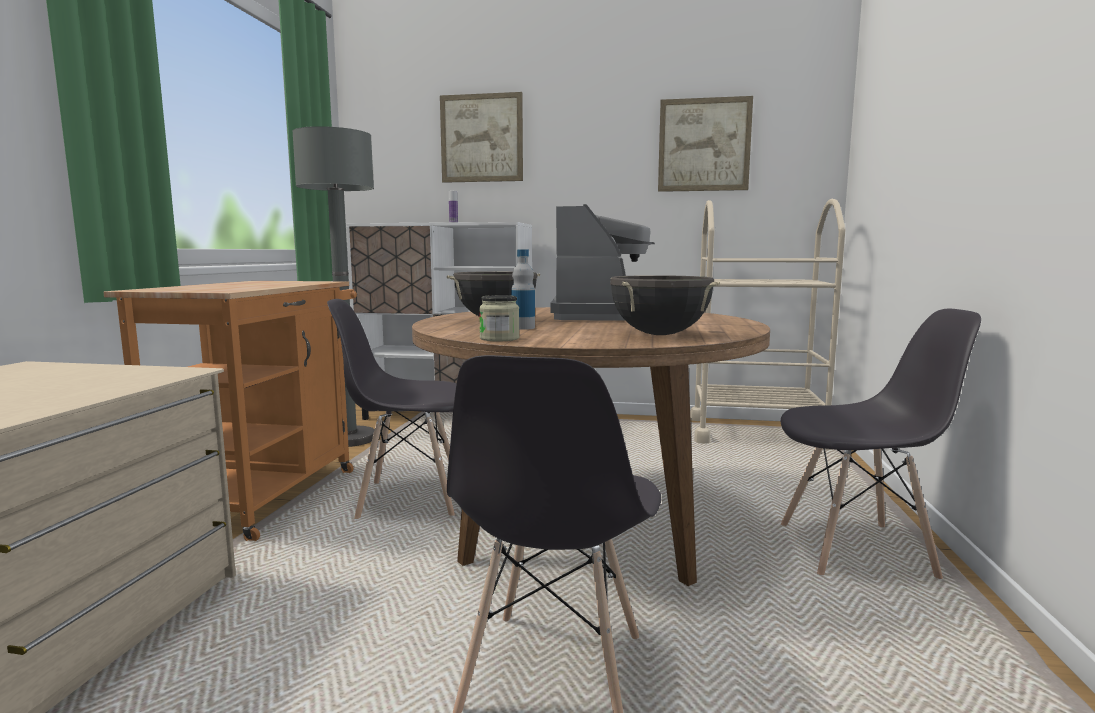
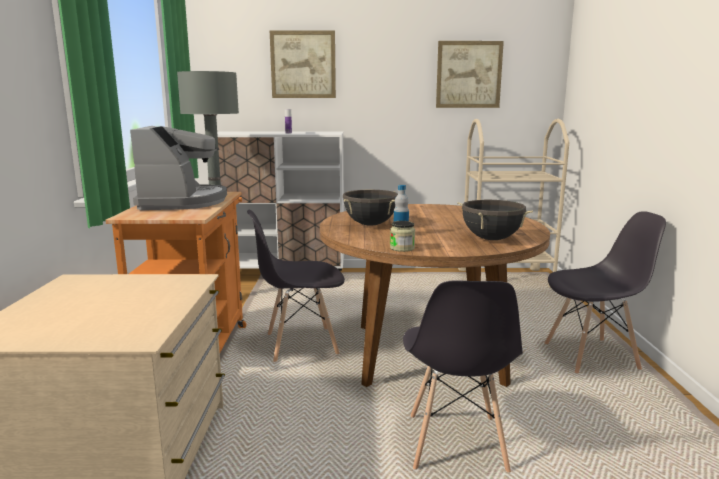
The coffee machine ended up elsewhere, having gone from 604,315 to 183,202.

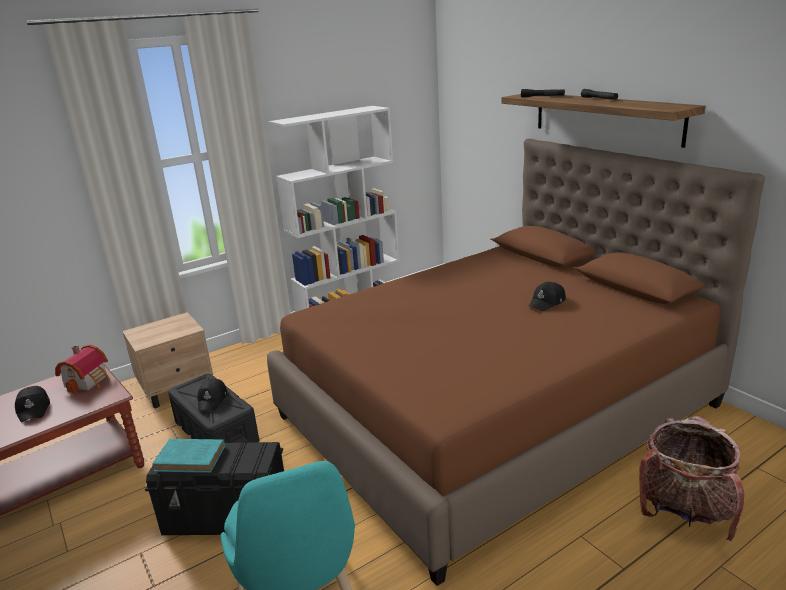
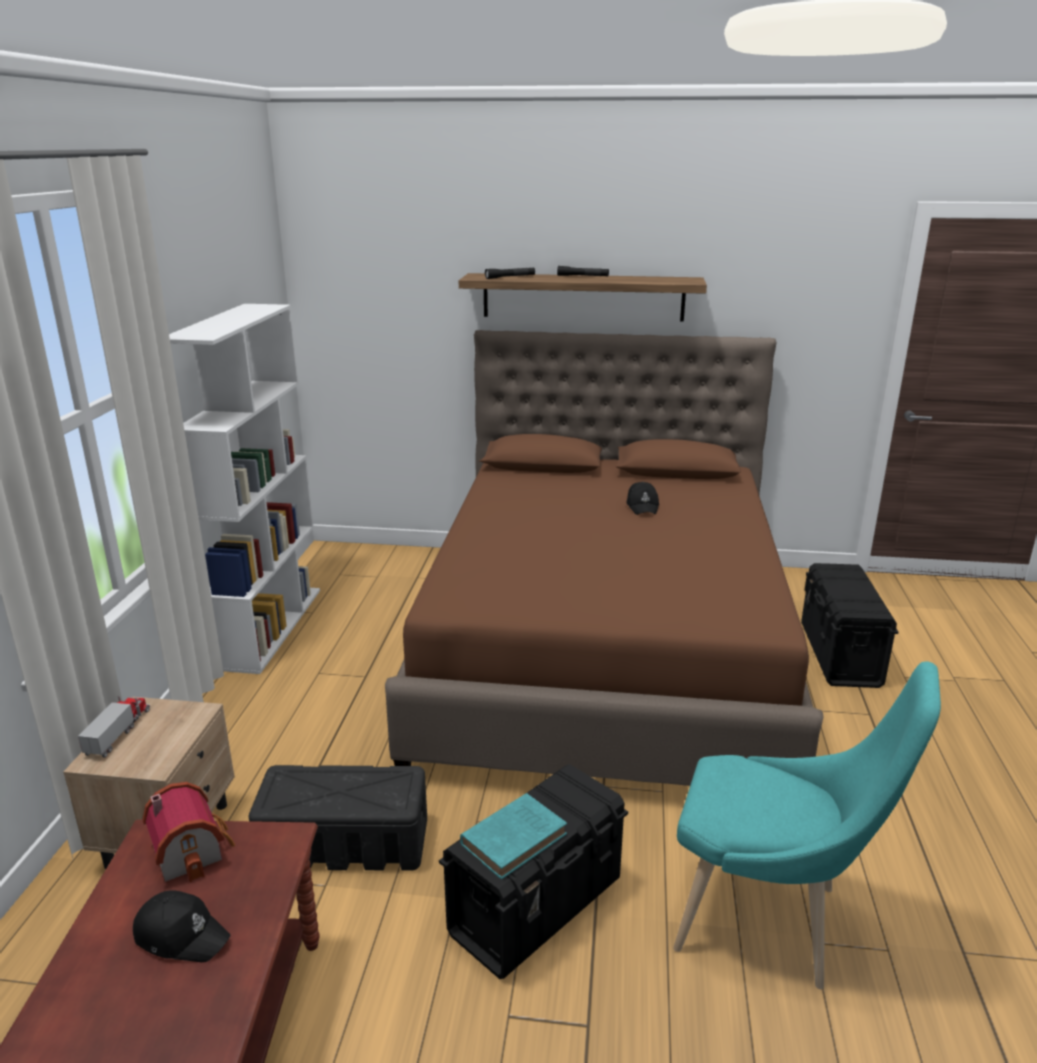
The second view lost the black cap at 213,399.
Where the backpack stood at 684,512, the black storage bin came to stand at 839,655.
The second view gained the model truck at 119,732.

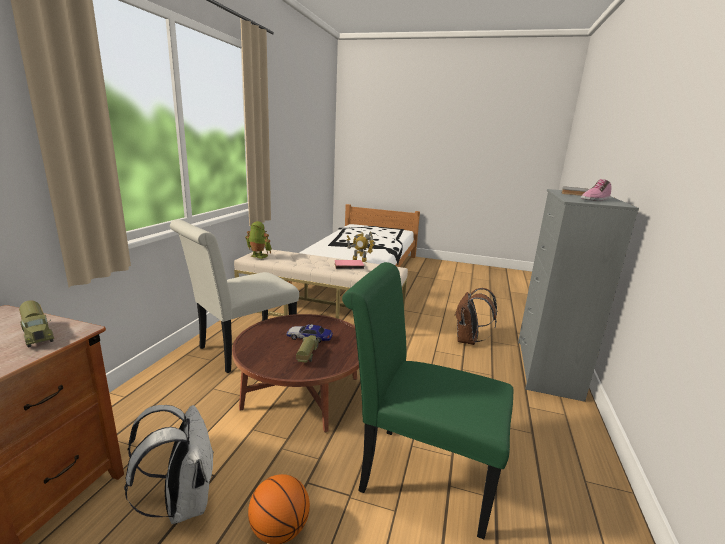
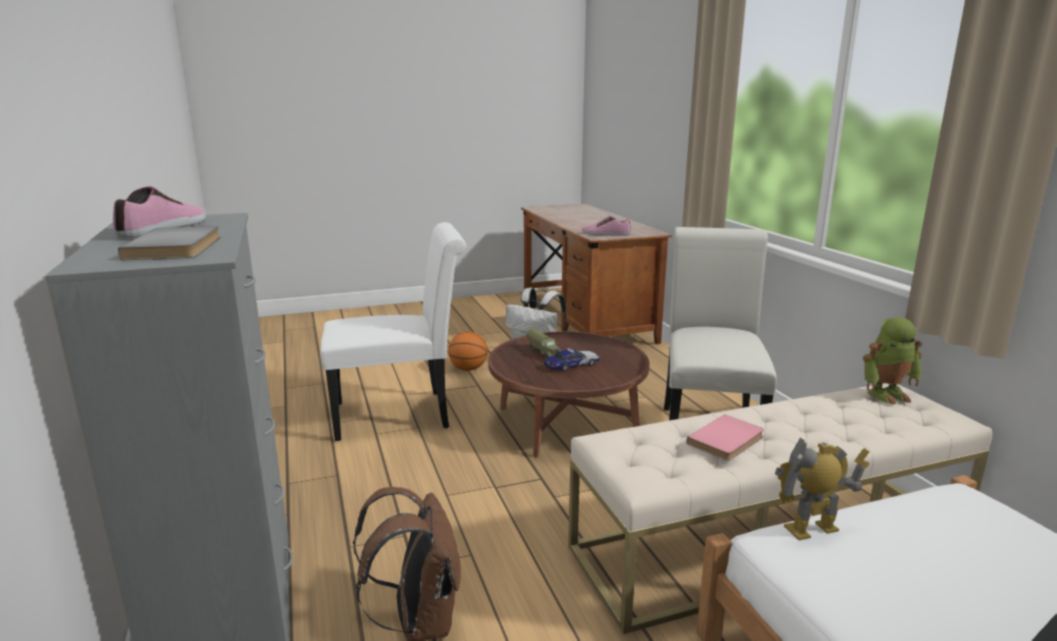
Where the model truck stood at 38,334, the shoe came to stand at 606,234.
What was the green chair at 418,473 turned into the whitish chair at 400,414.

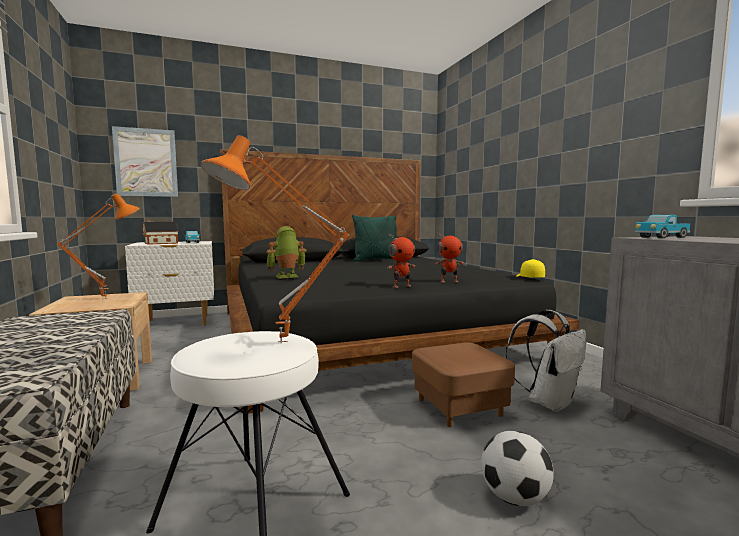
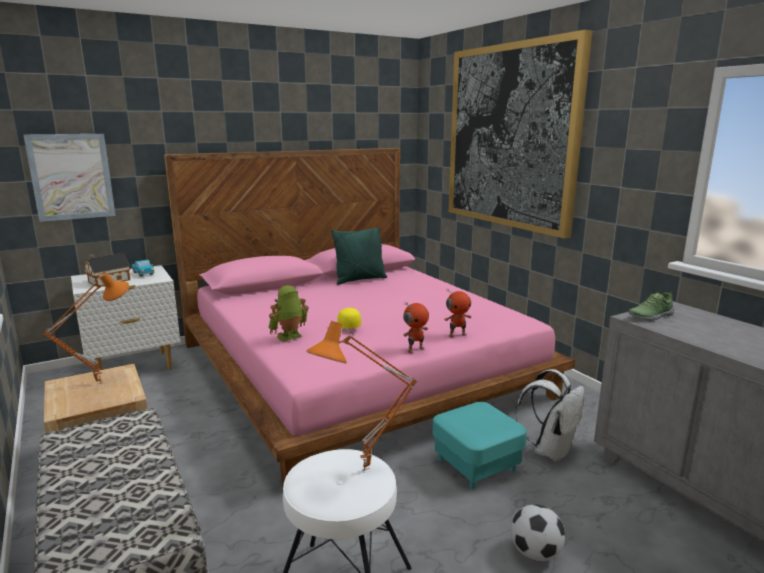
What was the black bedroom bed at 364,333 turned into the pinkish bedroom bed at 357,369.
What was the brown-coloured pouffe at 459,407 turned into the turquoise-coloured pouffe at 476,465.
The yellowish cap ended up elsewhere, having gone from 529,277 to 347,325.
Where the model truck stood at 661,237, the shoe came to stand at 650,316.
The second view gained the wall art at 511,137.

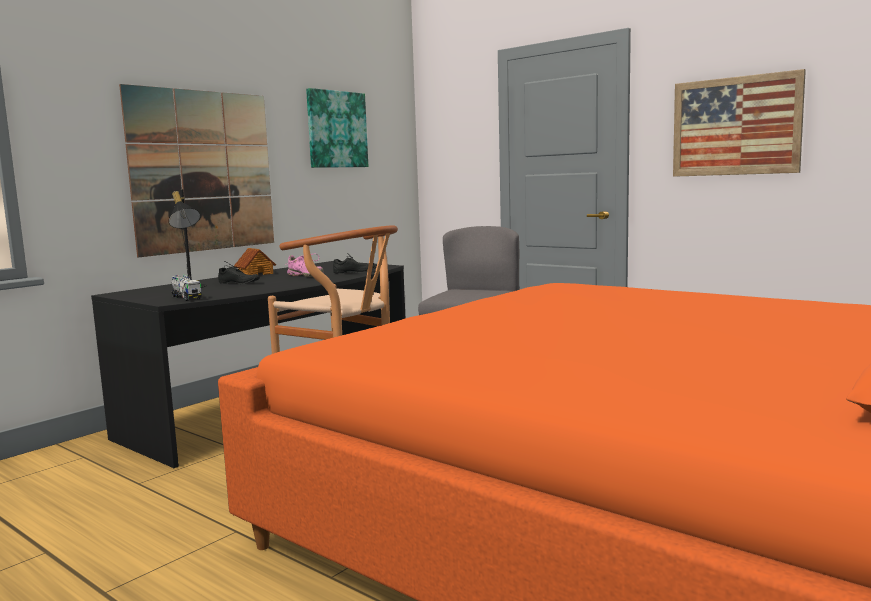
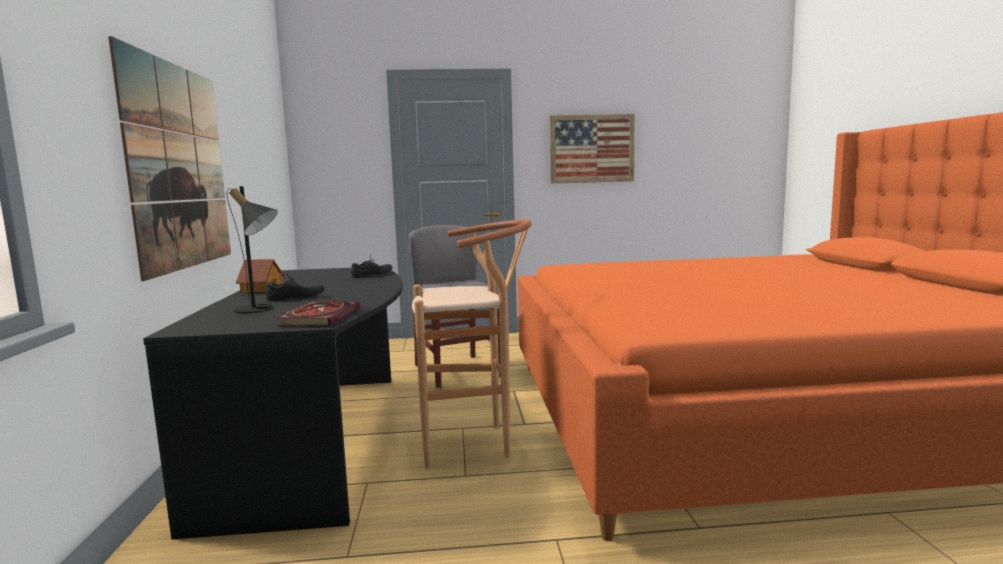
Where the model truck stood at 186,298, the volume came to stand at 320,317.
The second view lost the pinkish shoe at 305,275.
The second view lost the wall art at 336,129.

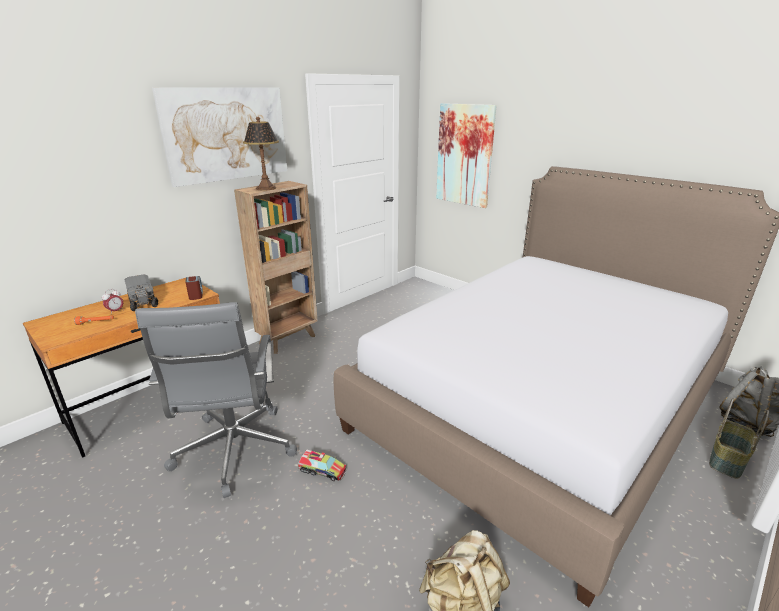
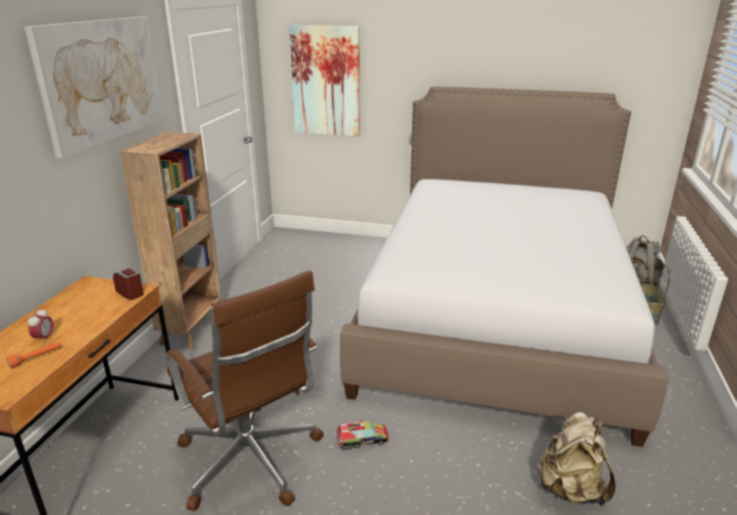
The second view lost the model truck at 143,302.
What was the grey desk chair at 234,452 turned into the brown-coloured desk chair at 251,461.
The second view lost the lamp for a table at 266,188.

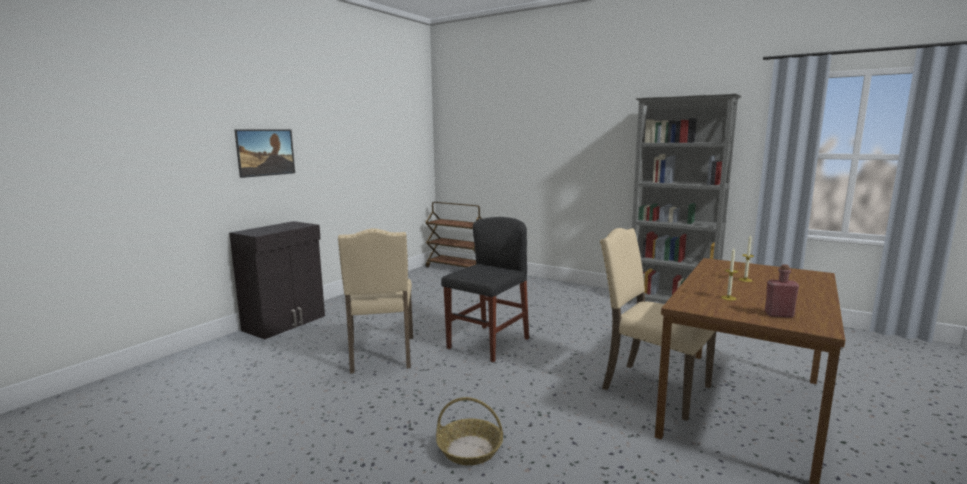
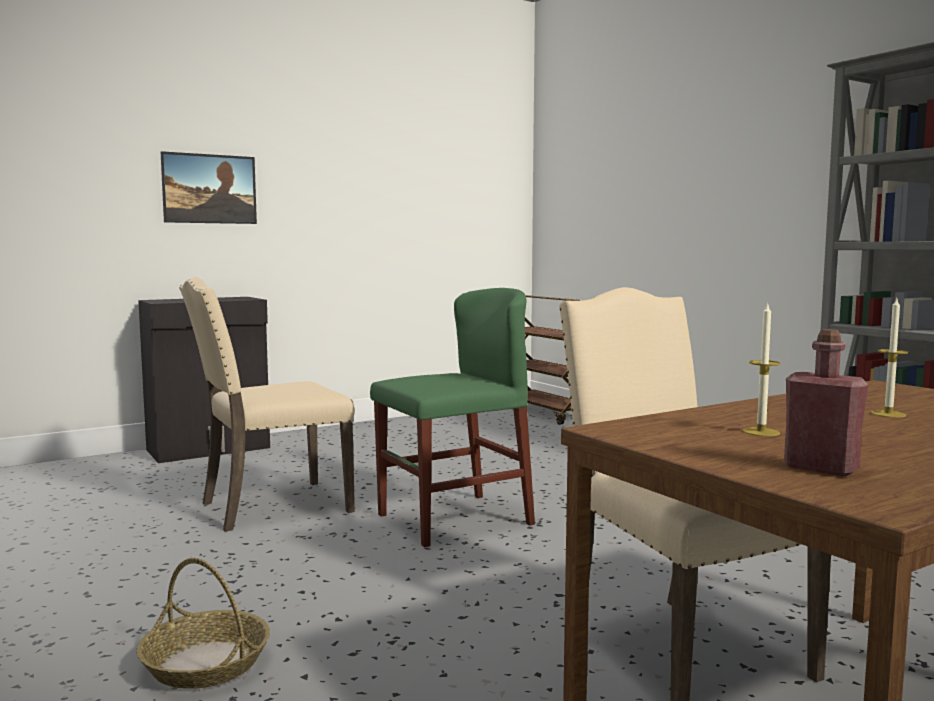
The sand-coloured chair at 381,355 ended up facing another way, 45 degrees clockwise from before.
What was the black chair at 488,343 turned into the green chair at 454,519.

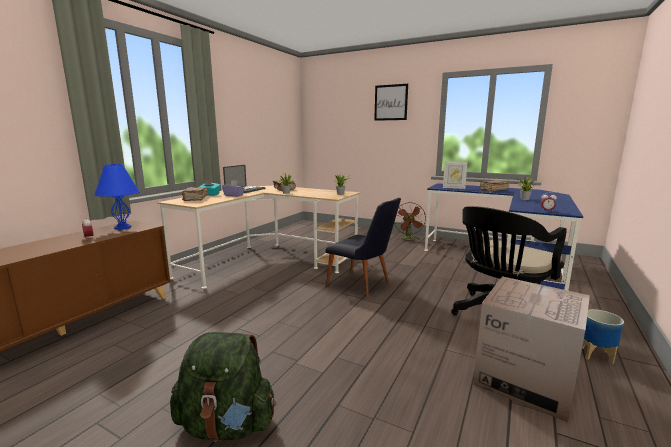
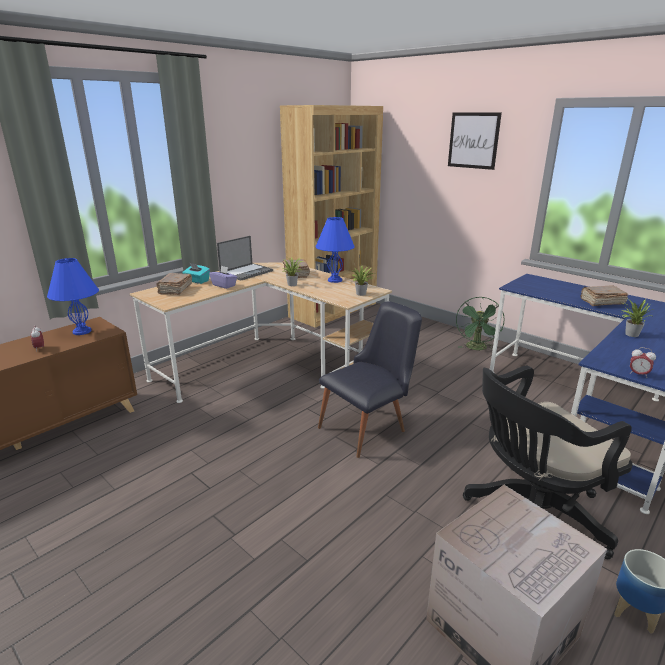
The second view lost the green backpack at 227,425.
The black chair at 363,285 ended up facing another way, 90 degrees counterclockwise from before.
What was the brown-coloured cooling fan at 409,239 turned into the green cooling fan at 477,348.
The second view lost the picture frame at 453,188.
The second view gained the brown-coloured bookshelf at 333,310.
The second view gained the blue-coloured lamp for a table at 335,280.

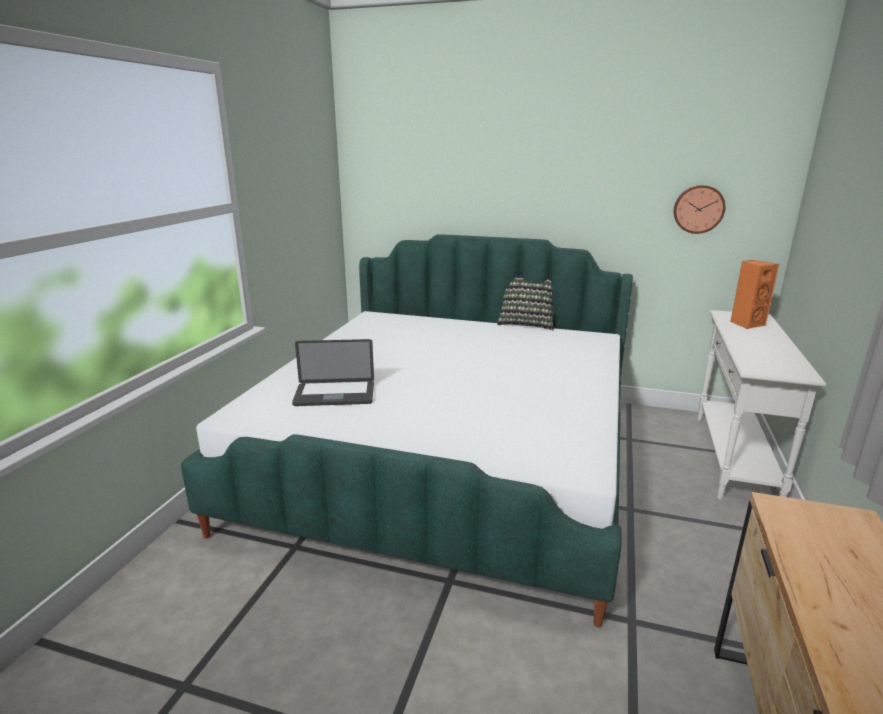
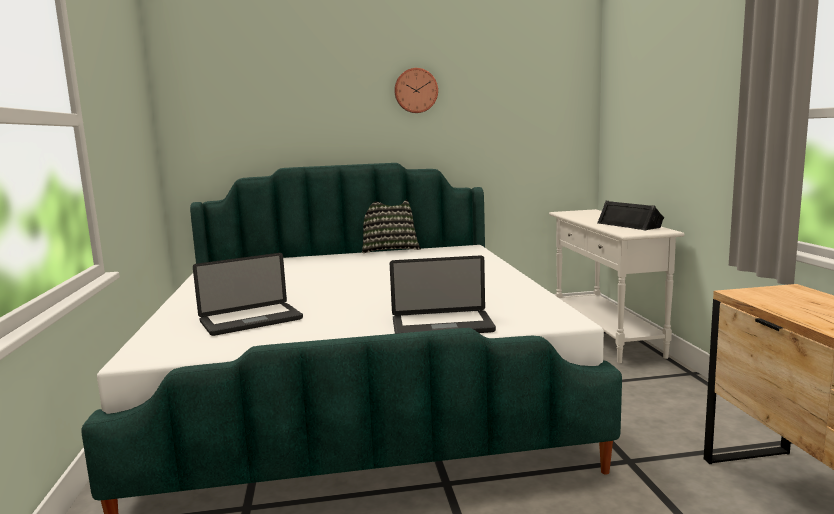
The wall clock ended up elsewhere, having gone from 698,209 to 415,90.
The second view lost the orange-coloured speaker at 746,324.
The second view gained the portable computer at 442,326.
The second view gained the black speaker at 630,225.

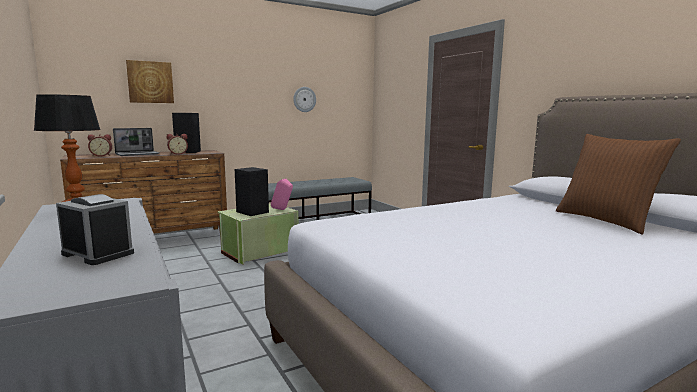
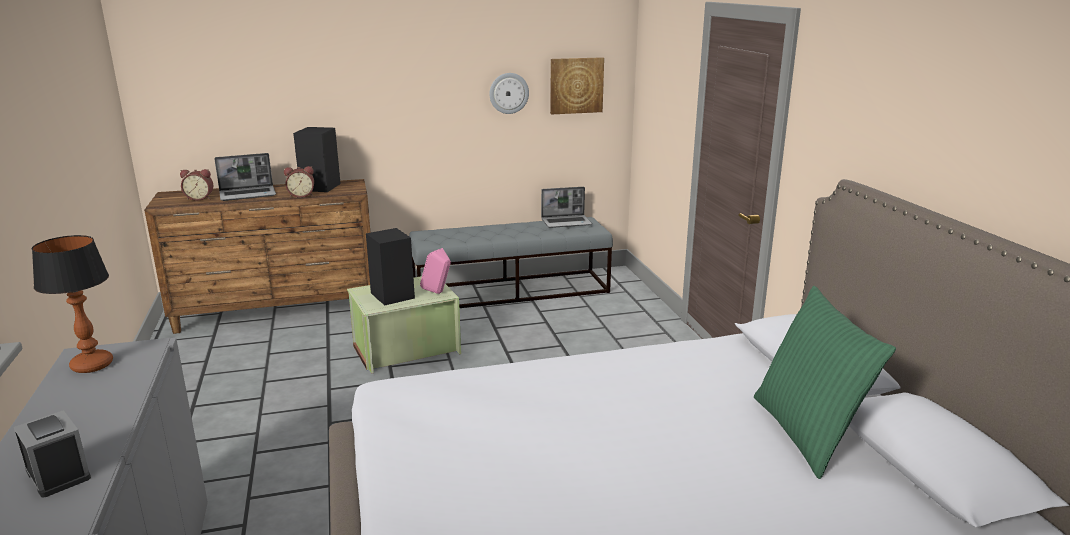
The wall art ended up elsewhere, having gone from 150,82 to 576,85.
What was the brown-coloured pillow at 606,221 turned into the green pillow at 807,433.
The second view gained the portable computer at 566,222.

